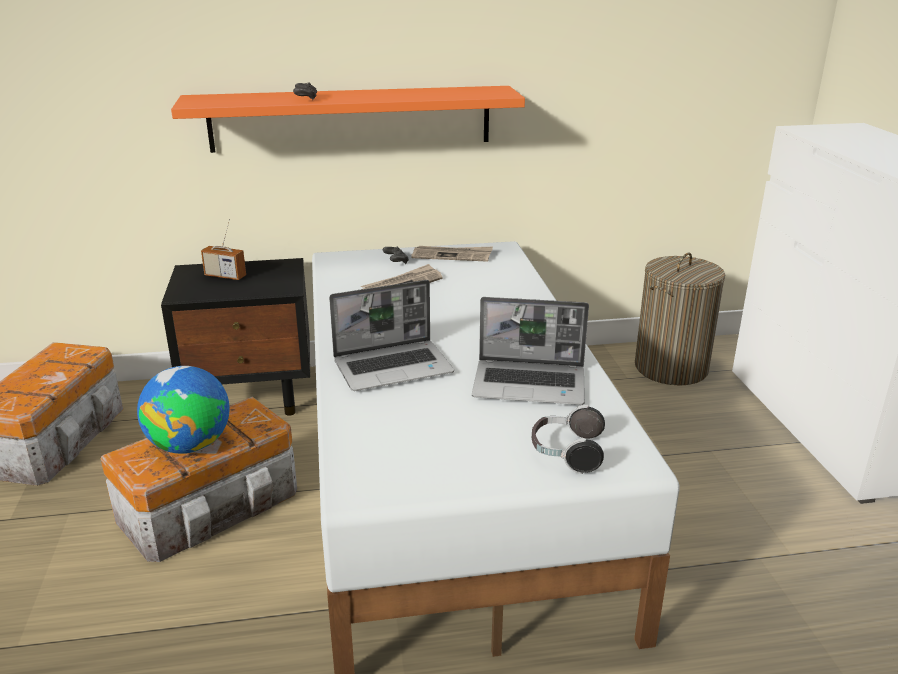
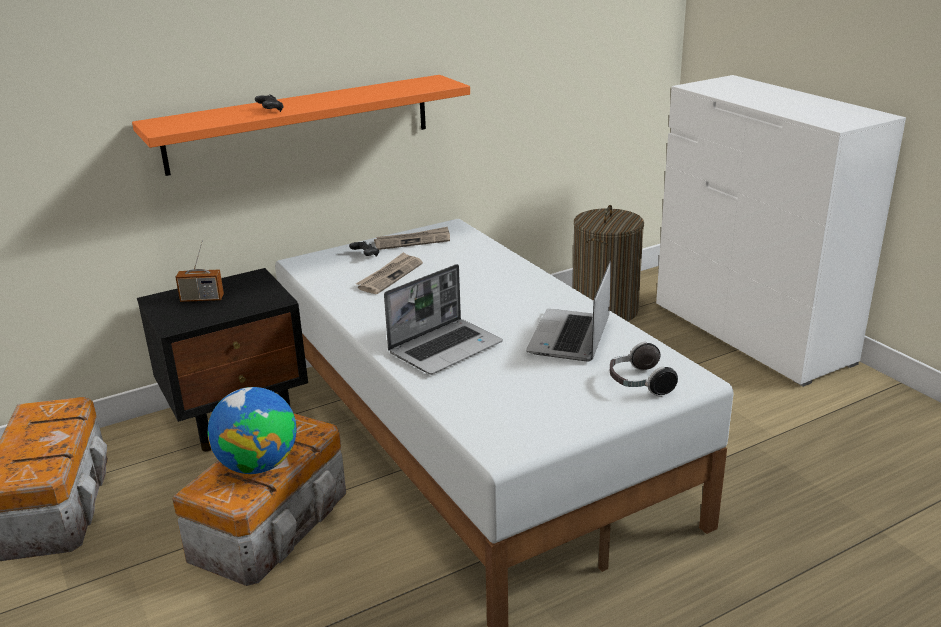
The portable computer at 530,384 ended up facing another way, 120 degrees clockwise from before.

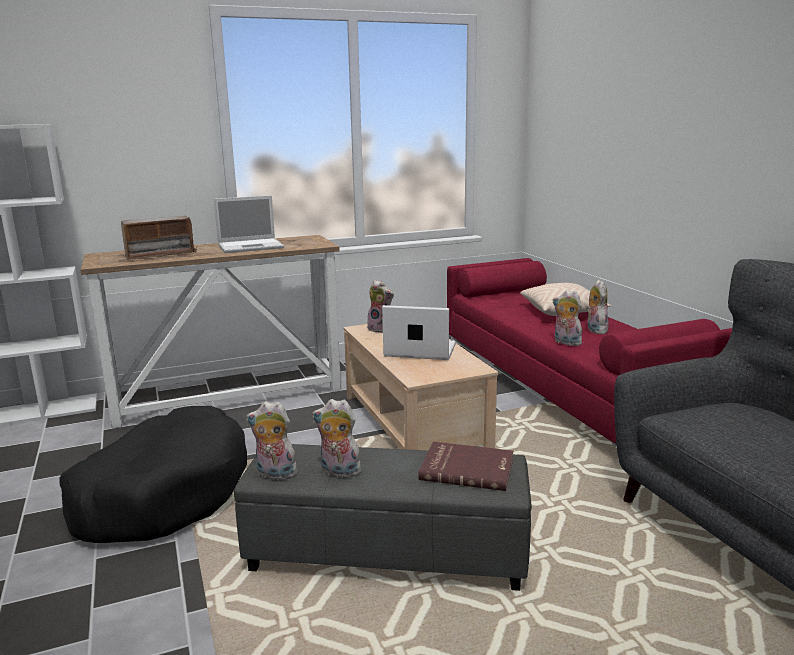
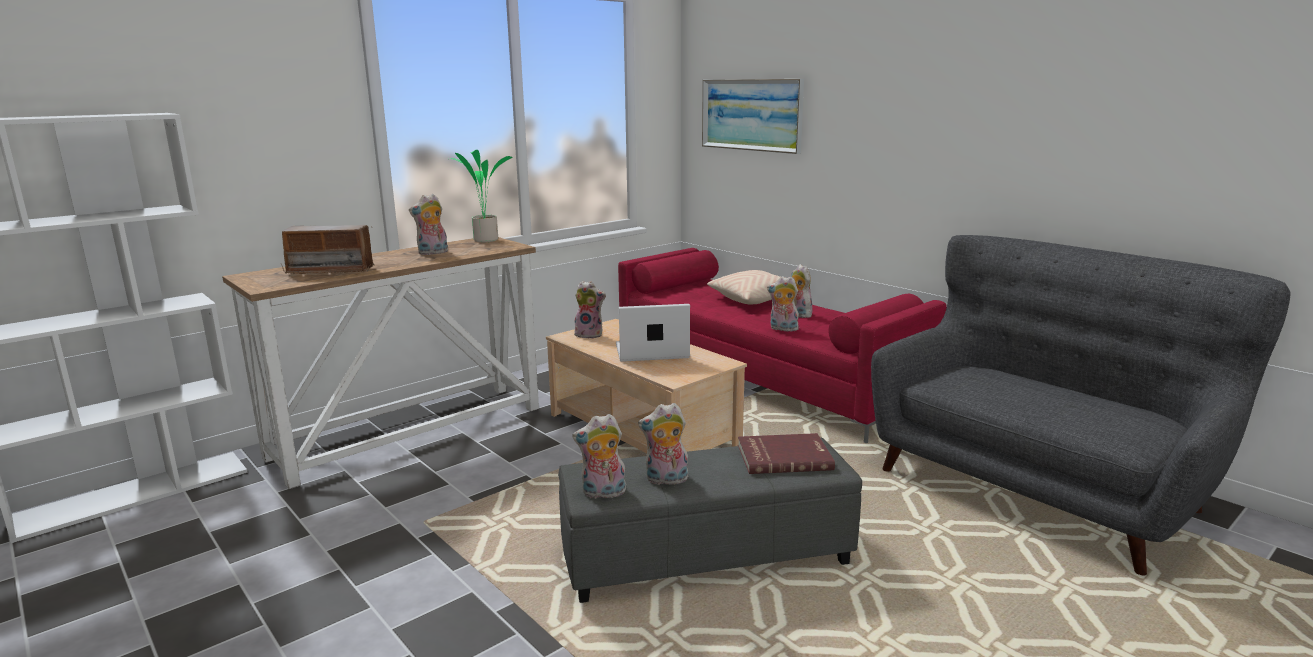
The second view lost the black dog cushion at 163,493.
The radio at 160,255 ended up facing another way, 45 degrees clockwise from before.
Where the portable computer stood at 252,246, the plush toy came to stand at 432,253.
The second view gained the potted plant at 484,240.
The second view gained the wall art at 751,114.

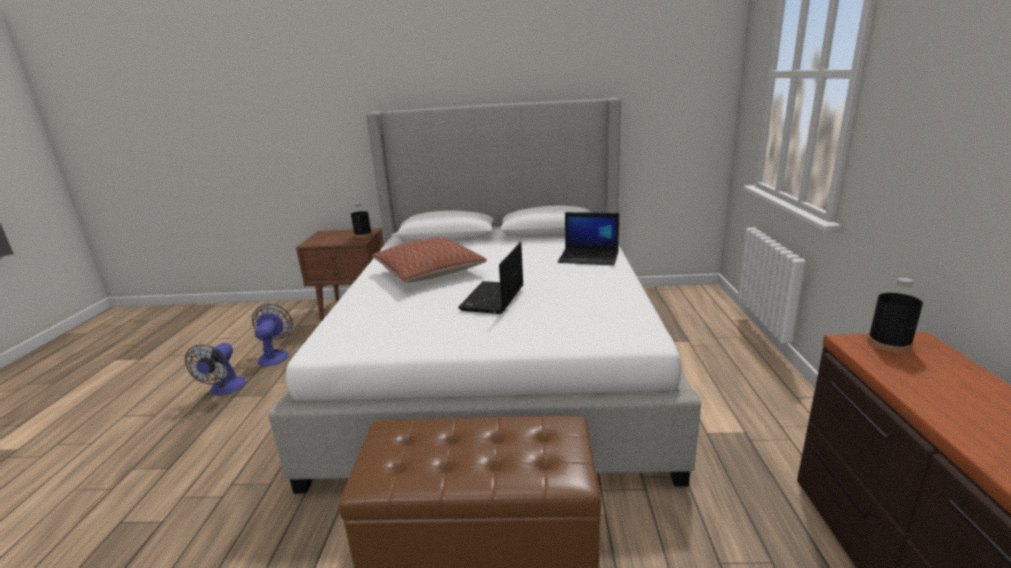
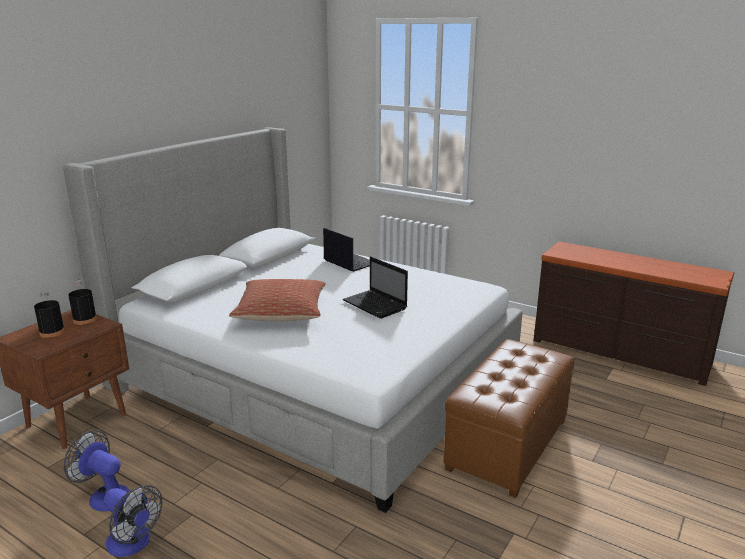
The portable computer at 589,257 ended up facing another way, 90 degrees counterclockwise from before.
The black beverage bottle ended up elsewhere, having gone from 889,344 to 52,332.

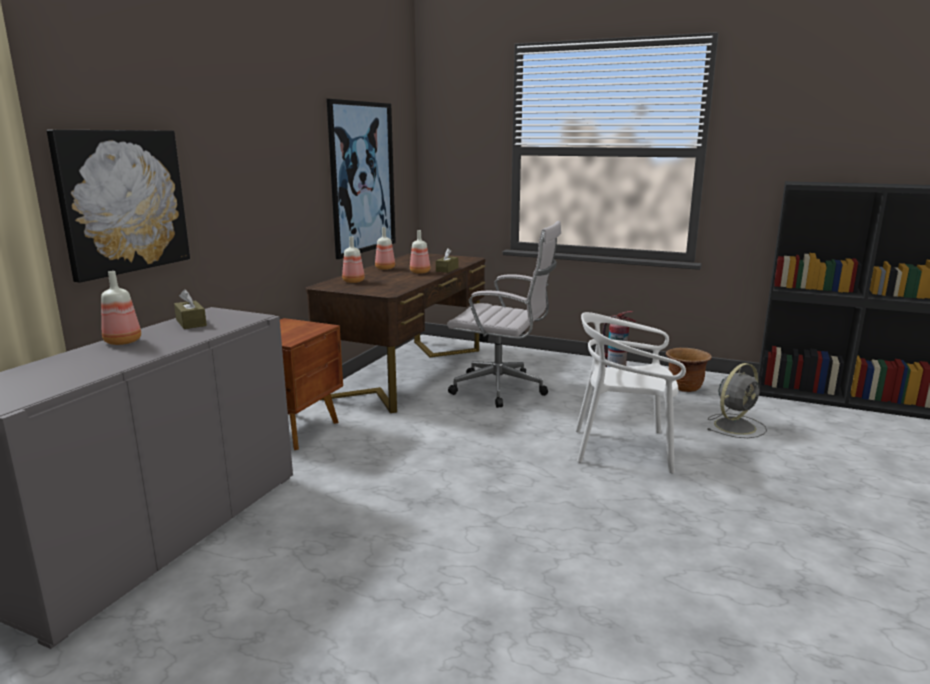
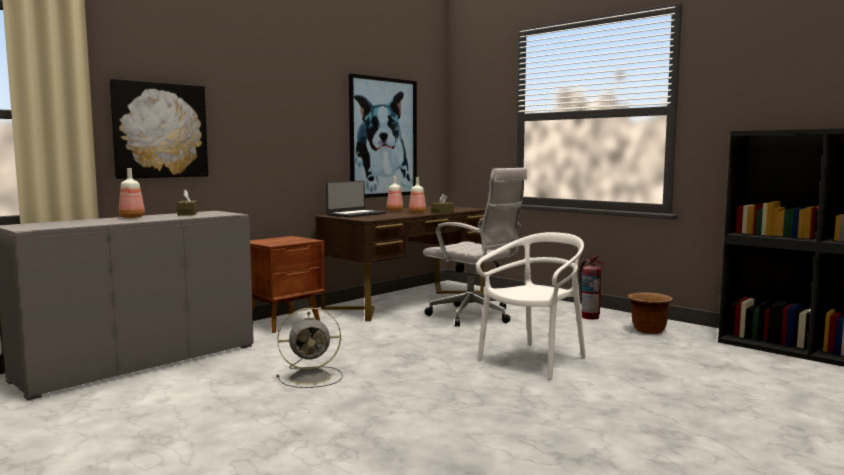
Where the beverage bottle stood at 353,281, the portable computer came to stand at 356,214.
The whitish chair at 623,448 ended up facing another way, 105 degrees clockwise from before.
The grey cooling fan ended up elsewhere, having gone from 736,426 to 312,377.

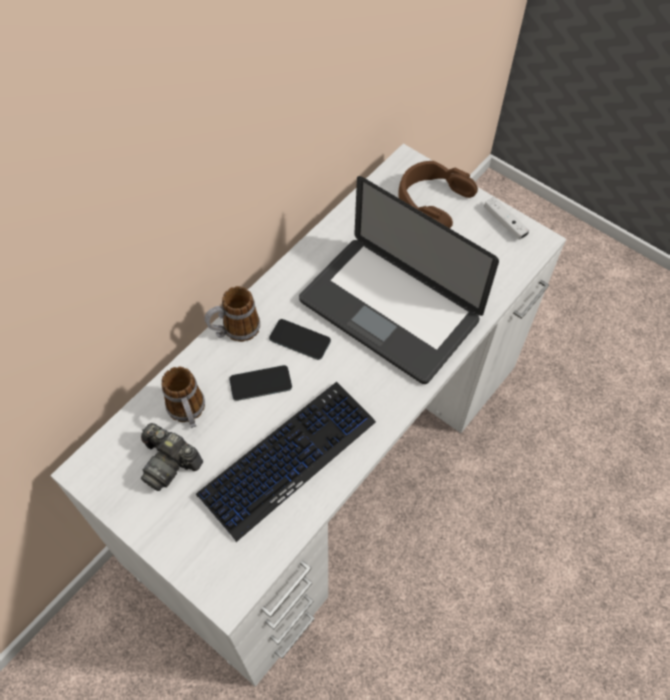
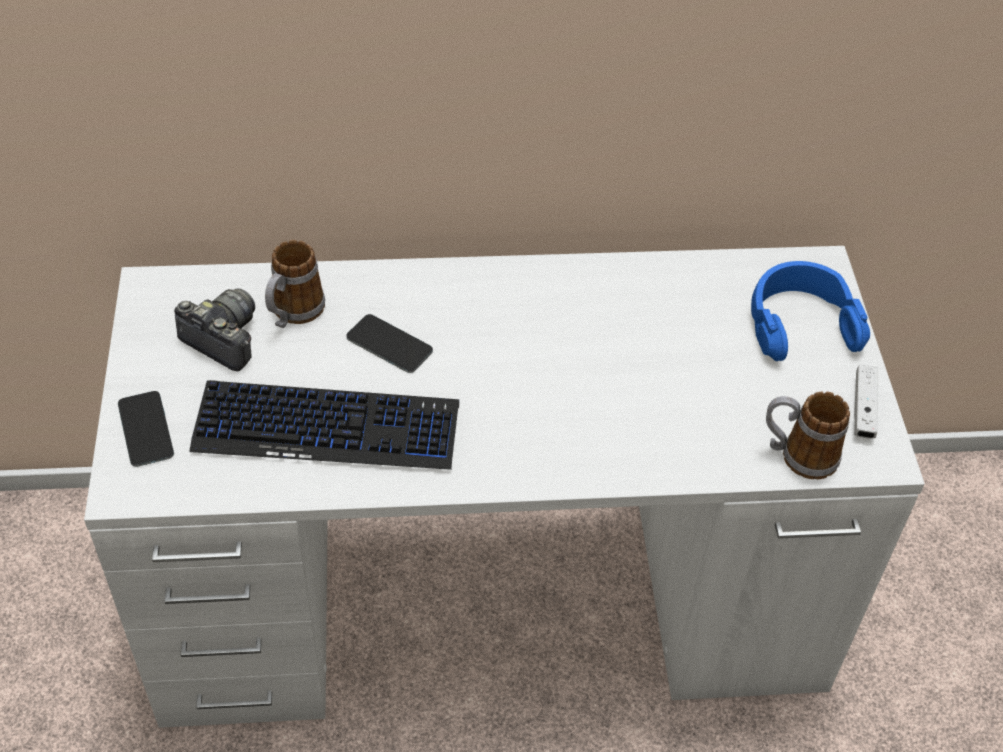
The still camera at 169,462 ended up facing another way, 135 degrees clockwise from before.
The mug ended up elsewhere, having gone from 234,330 to 797,455.
The handset ended up elsewhere, having gone from 300,339 to 145,429.
The second view lost the portable computer at 389,310.
What was the brown-coloured headphones at 432,201 turned into the blue-coloured headphones at 800,323.

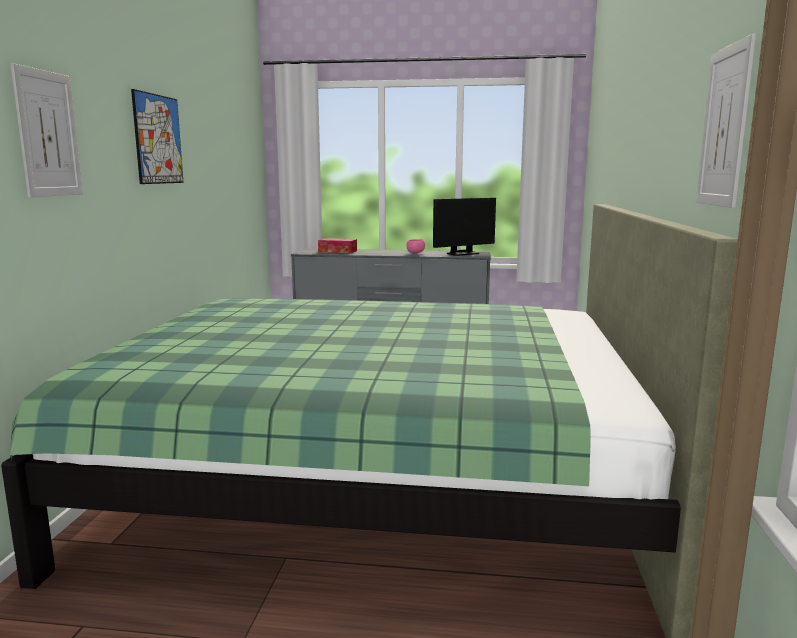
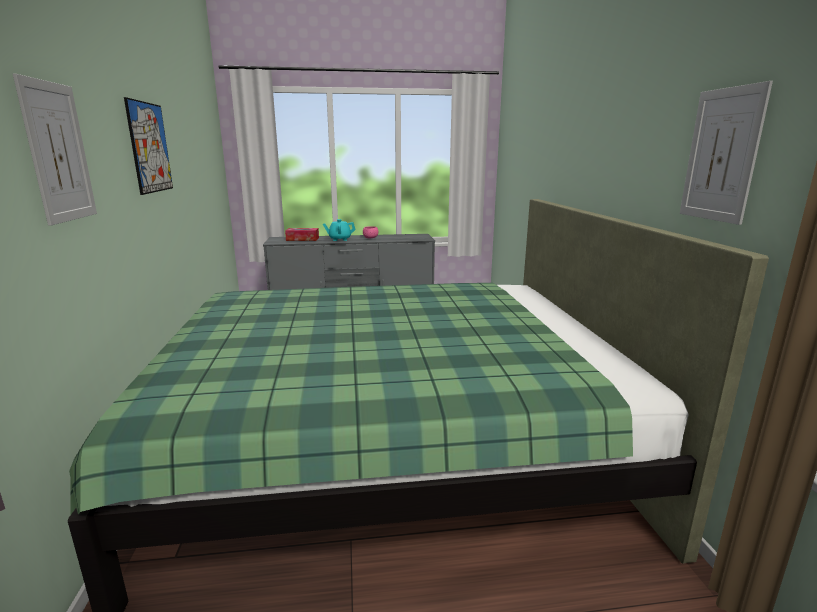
The second view lost the computer display at 462,253.
The second view gained the turquoise-coloured pot for tea at 339,239.

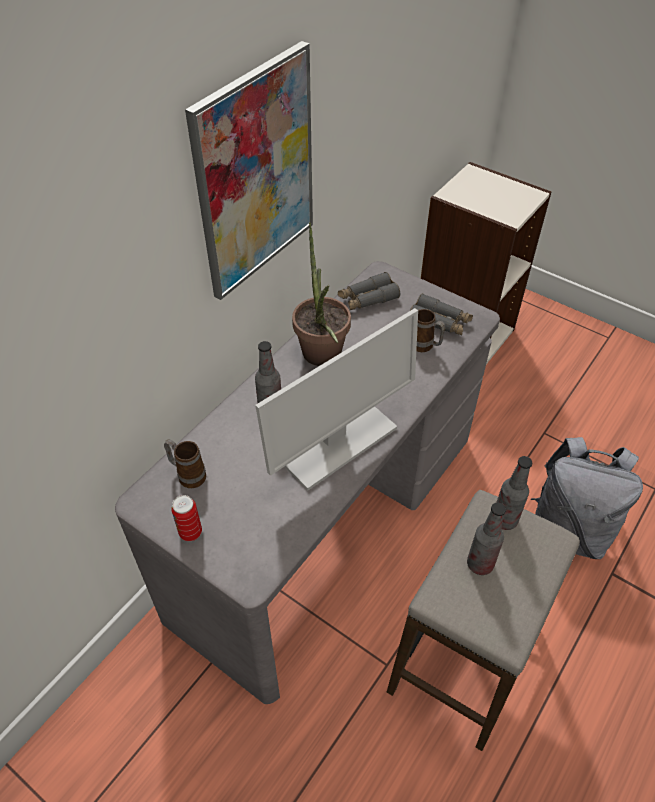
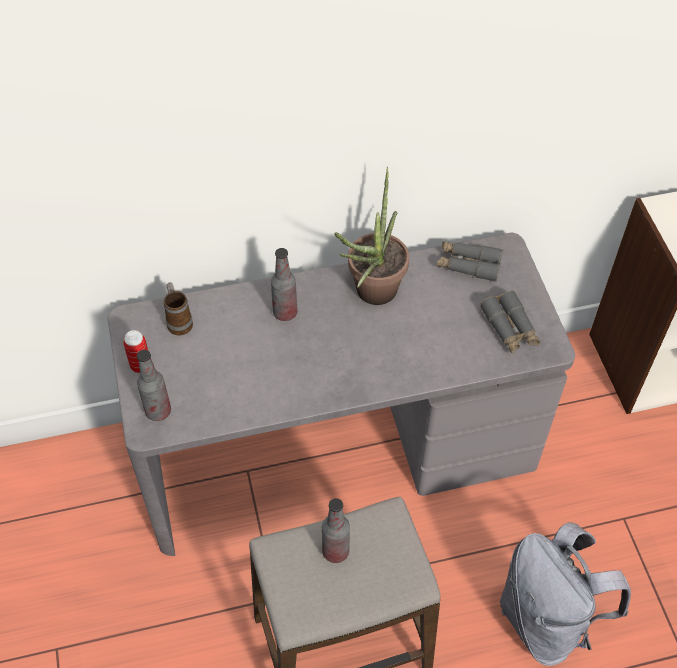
The second view lost the wall art at 255,175.
The second view lost the computer display at 334,442.
The second view lost the mug at 425,347.
The beverage bottle ended up elsewhere, having gone from 504,520 to 158,411.

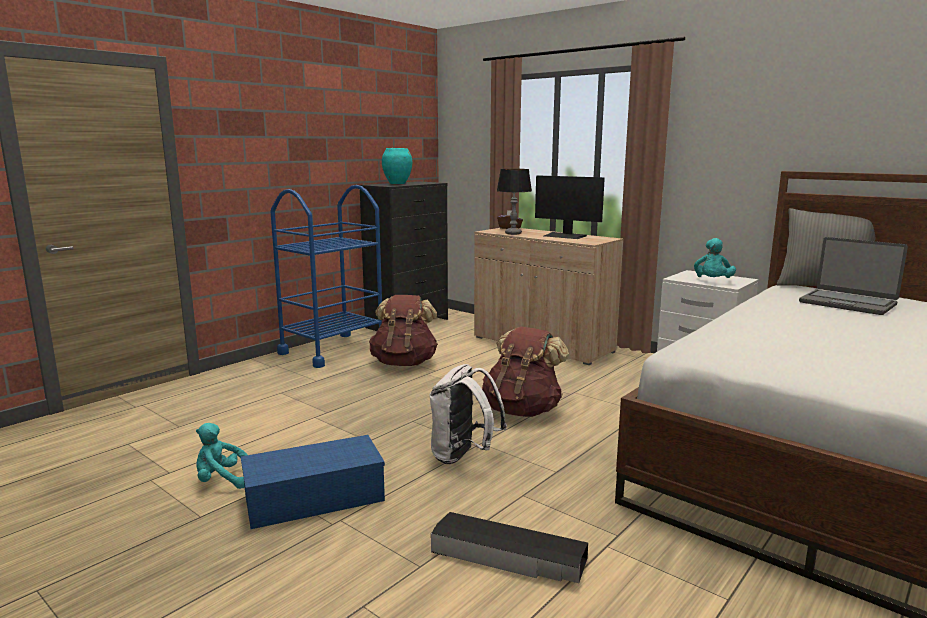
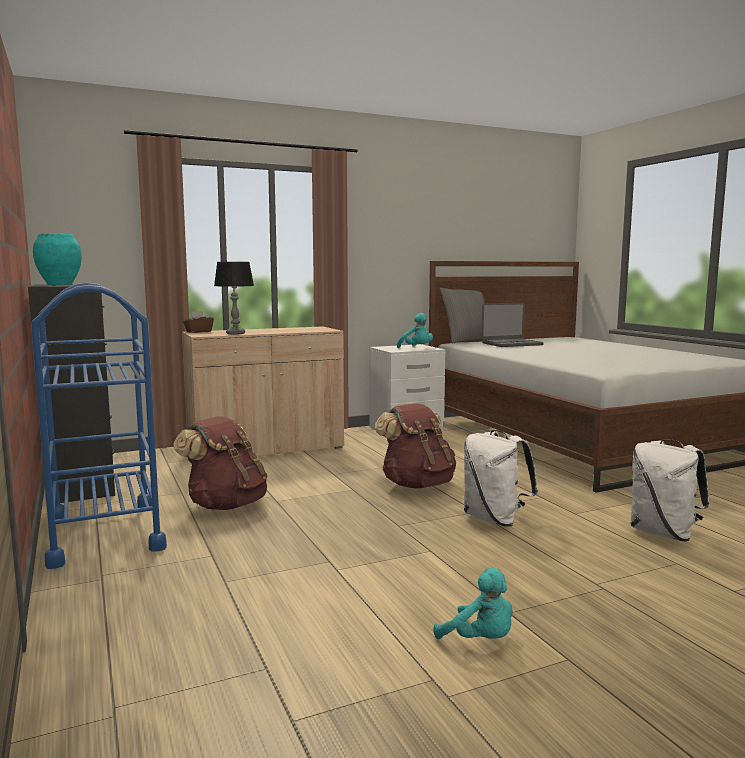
The turquoise-coloured plush toy at 222,480 ended up facing another way, 75 degrees counterclockwise from before.
The second view lost the blue-coloured storage bin at 312,499.
Where the black storage bin stood at 509,556, the whitish backpack came to stand at 664,533.
The second view lost the computer display at 565,236.

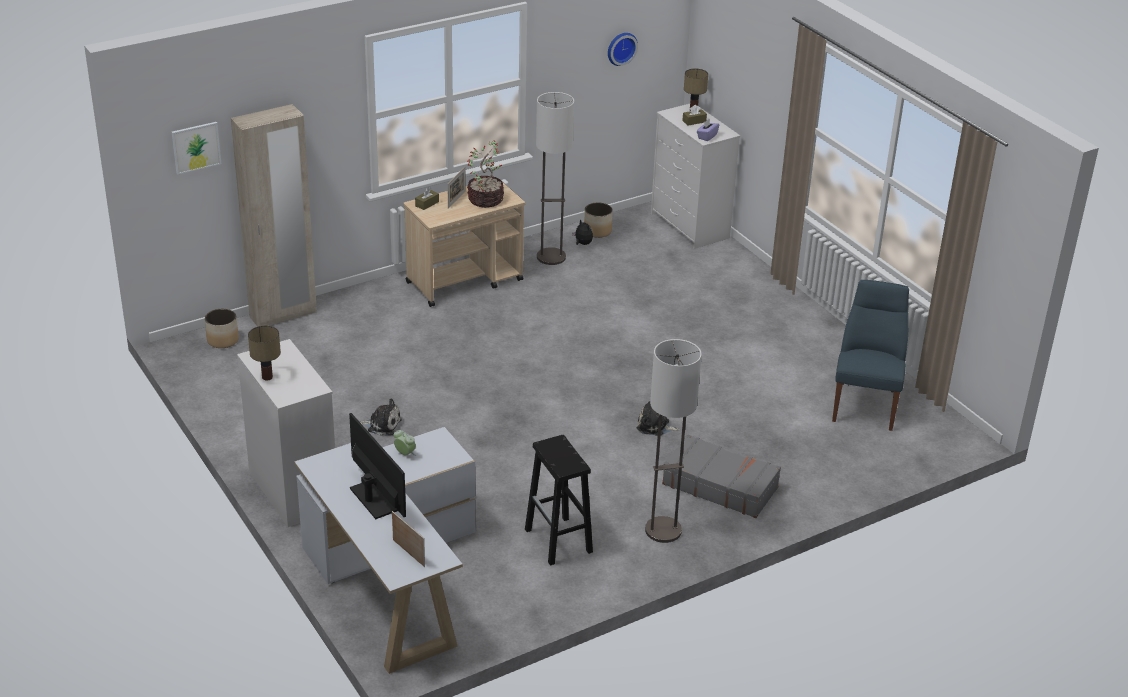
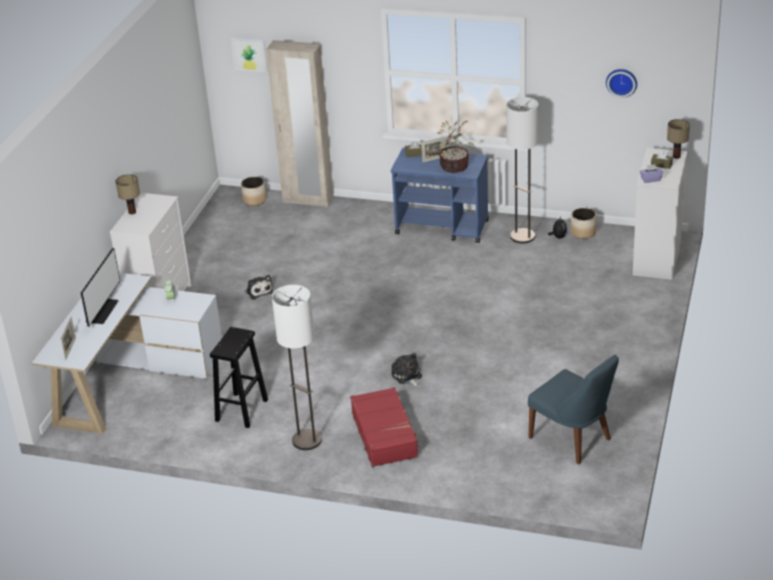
What was the sand-coloured trolley at 465,281 turned into the blue-coloured trolley at 442,227.
What was the grey suitcase at 720,485 turned into the red suitcase at 385,435.
The blue-coloured chair at 865,403 ended up facing another way, 75 degrees clockwise from before.

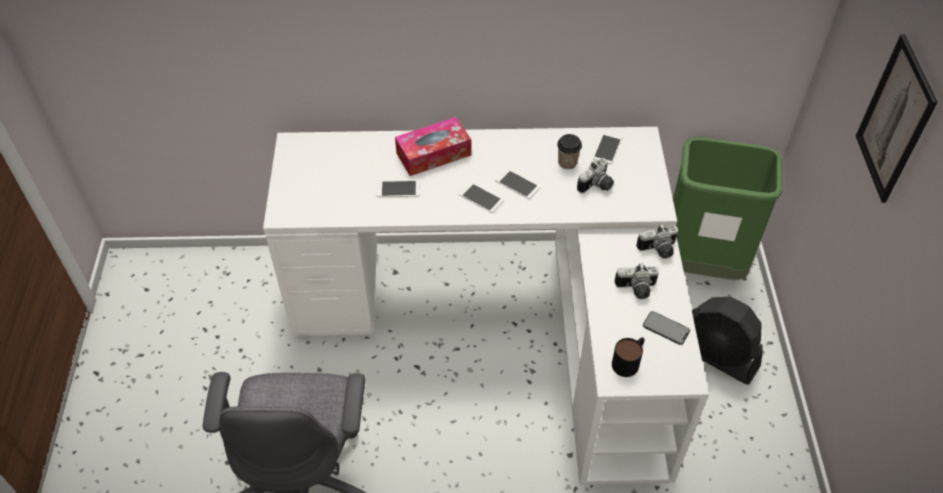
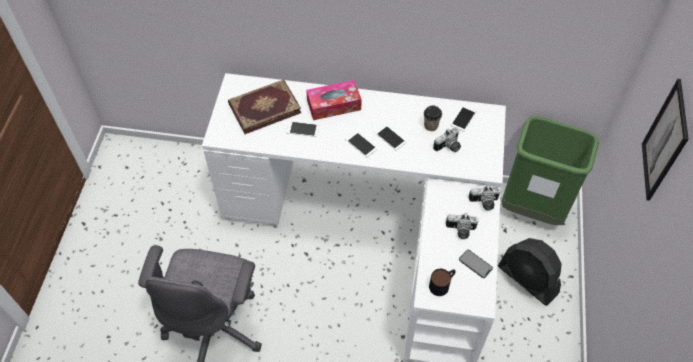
The second view gained the volume at 264,107.

